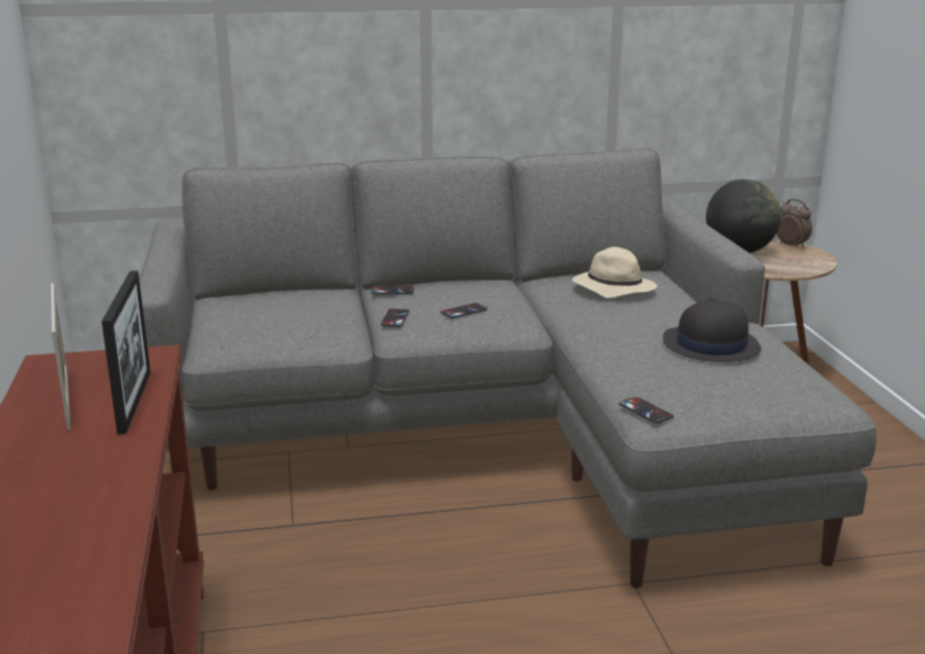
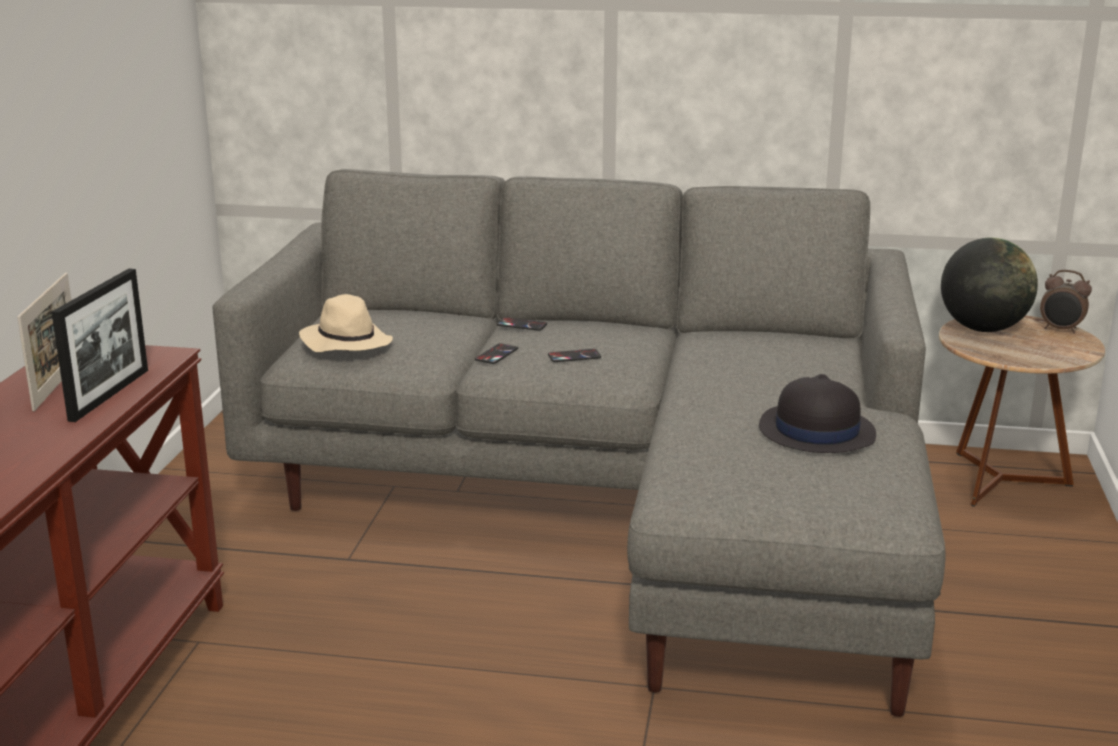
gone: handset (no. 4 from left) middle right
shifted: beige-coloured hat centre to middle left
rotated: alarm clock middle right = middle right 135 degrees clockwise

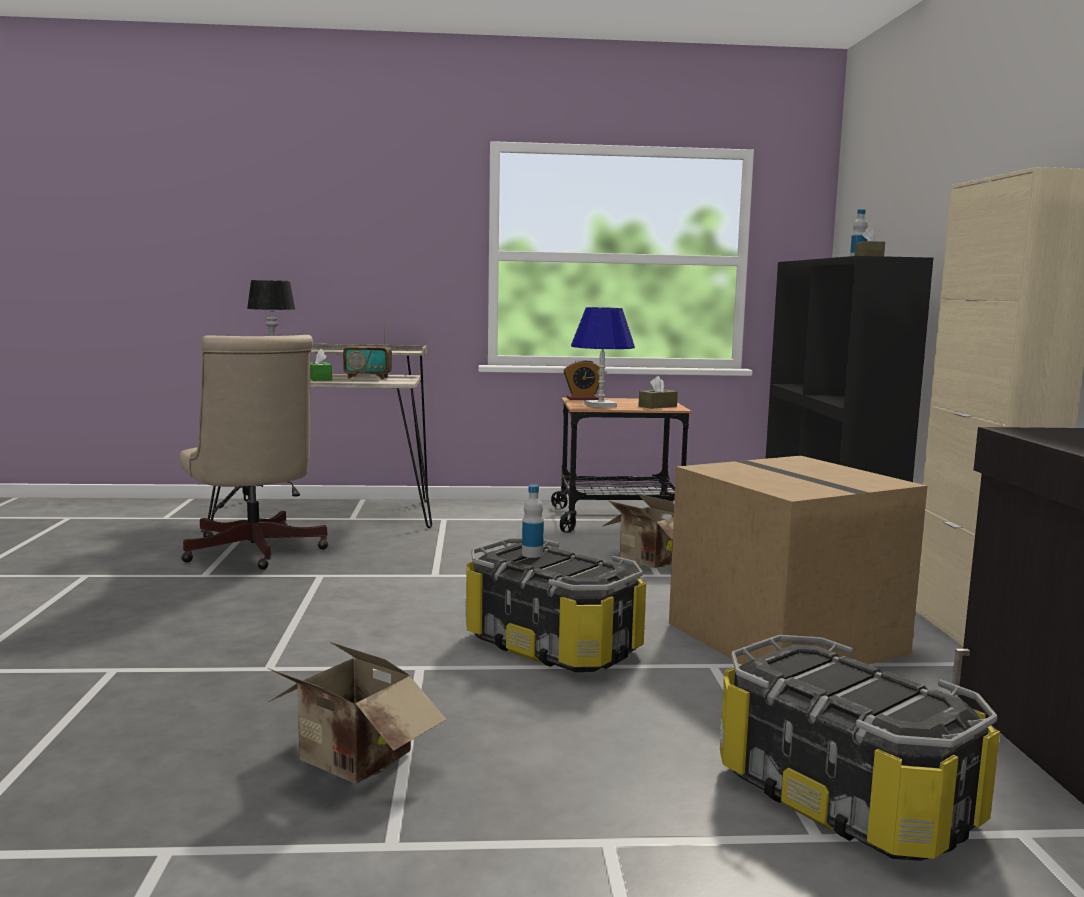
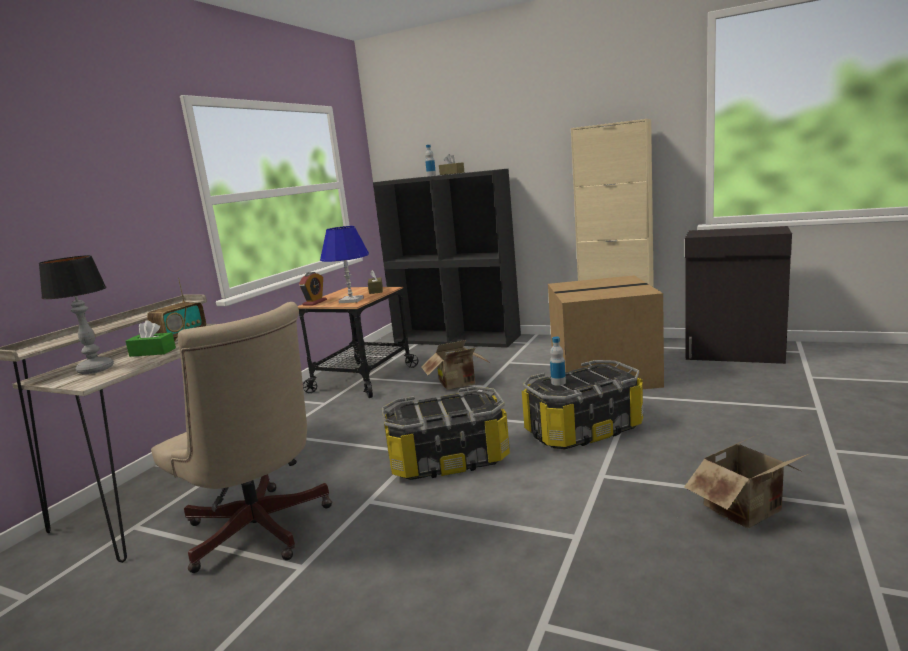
shifted: storage bin (no. 2 from left in the first image) bottom right to storage bin (no. 1 from left) centre
rotated: beige-coloured office chair middle left = bottom left 45 degrees clockwise

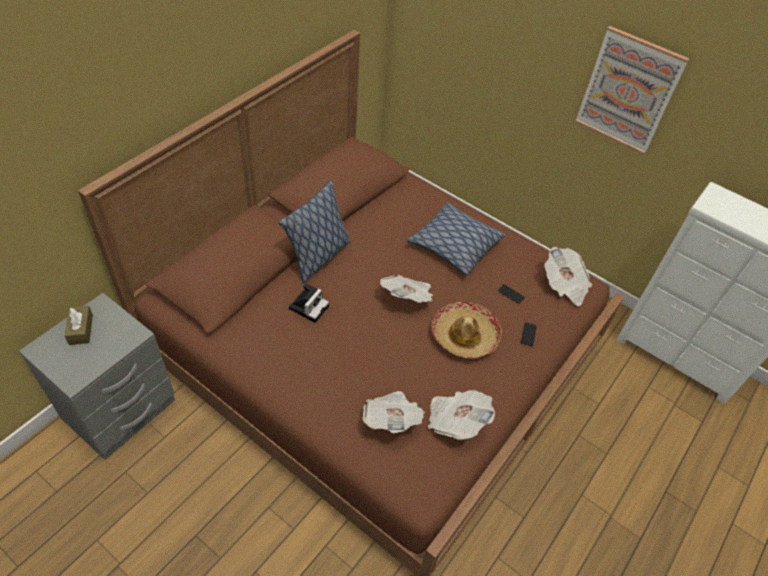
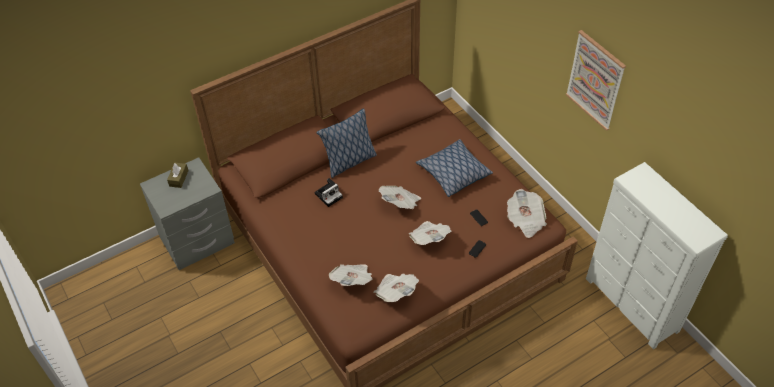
swapped: hat centre to printed paper (no. 4 from left) centre

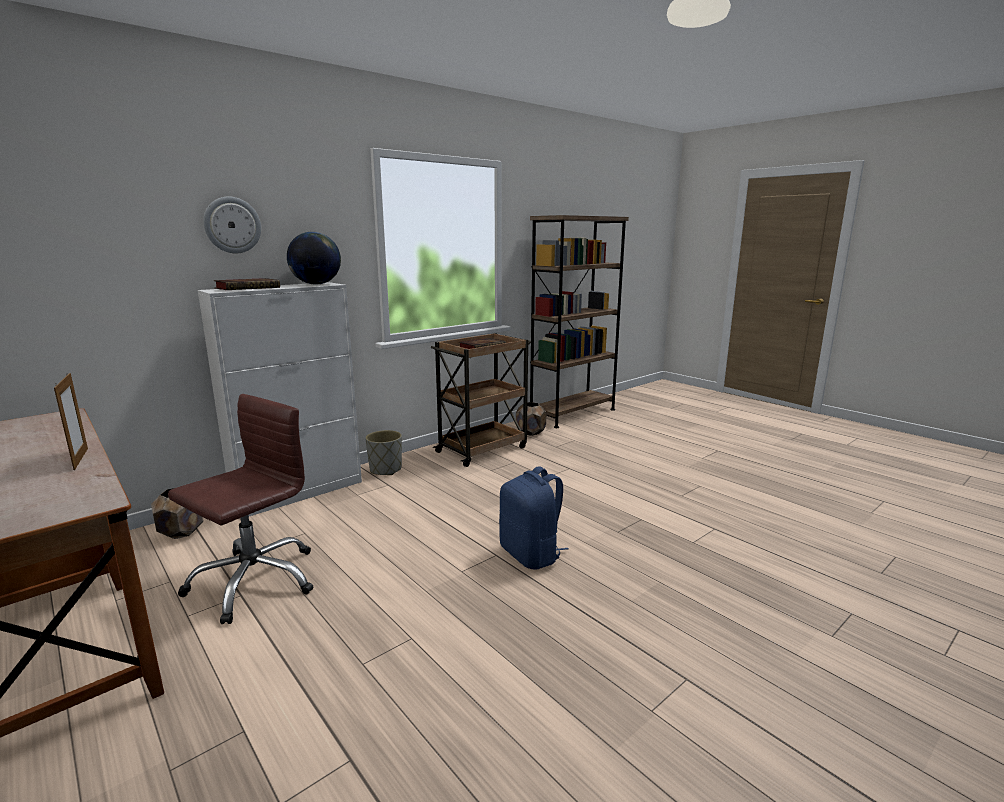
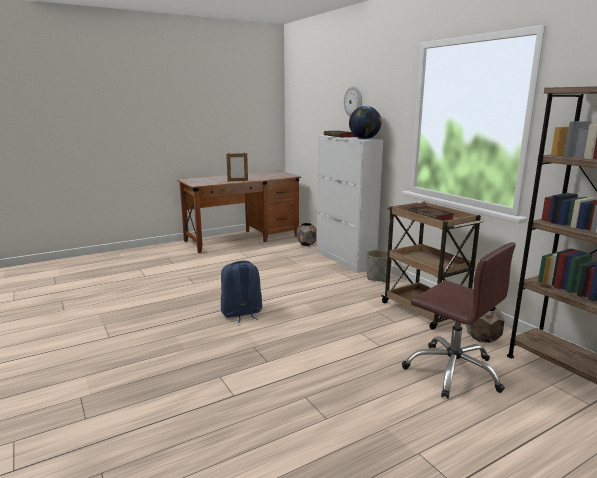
shifted: brownish office chair middle left to bottom right

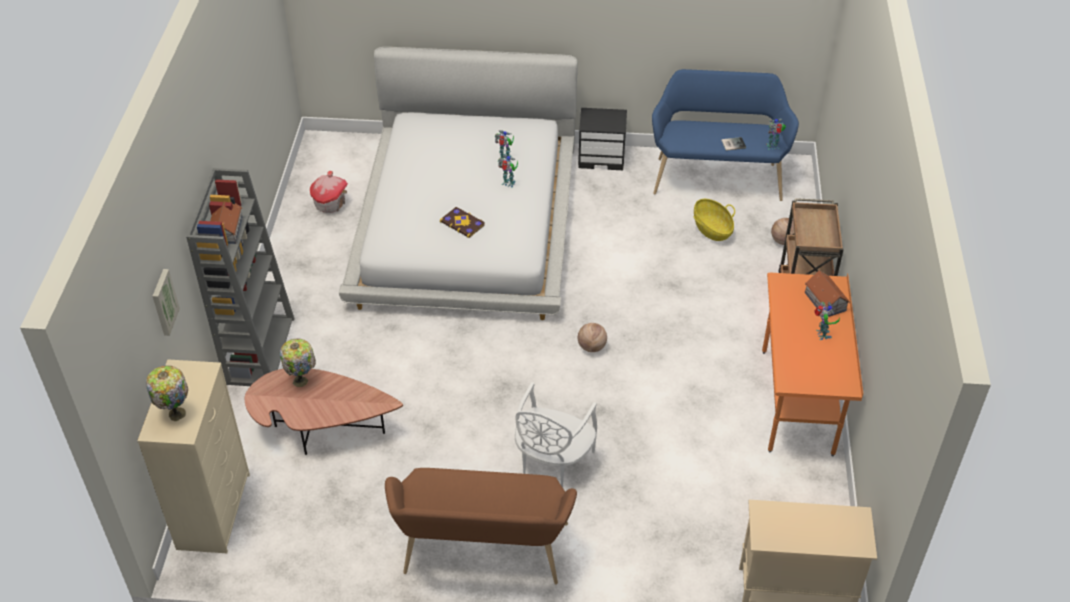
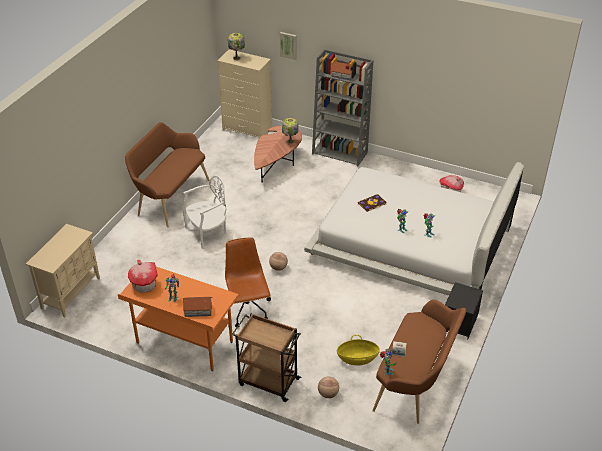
new: toy house (no. 1 from left) middle left; brownish office chair centre
repainted: blue-coloured indoor bench top right to brownish indoor bench (no. 2 from left) bottom right
rotated: white upright chair bottom centre = centre 105 degrees clockwise

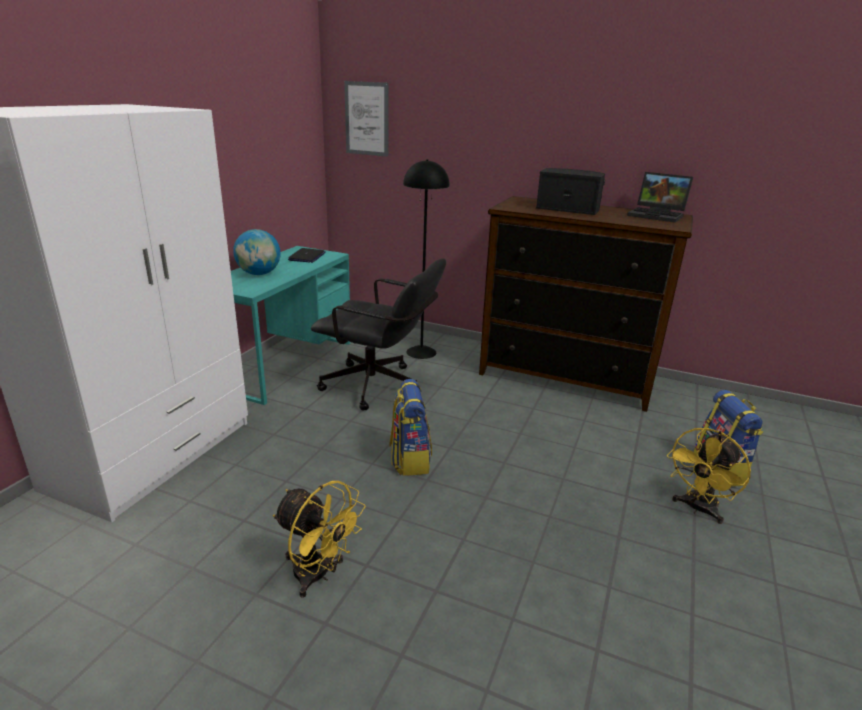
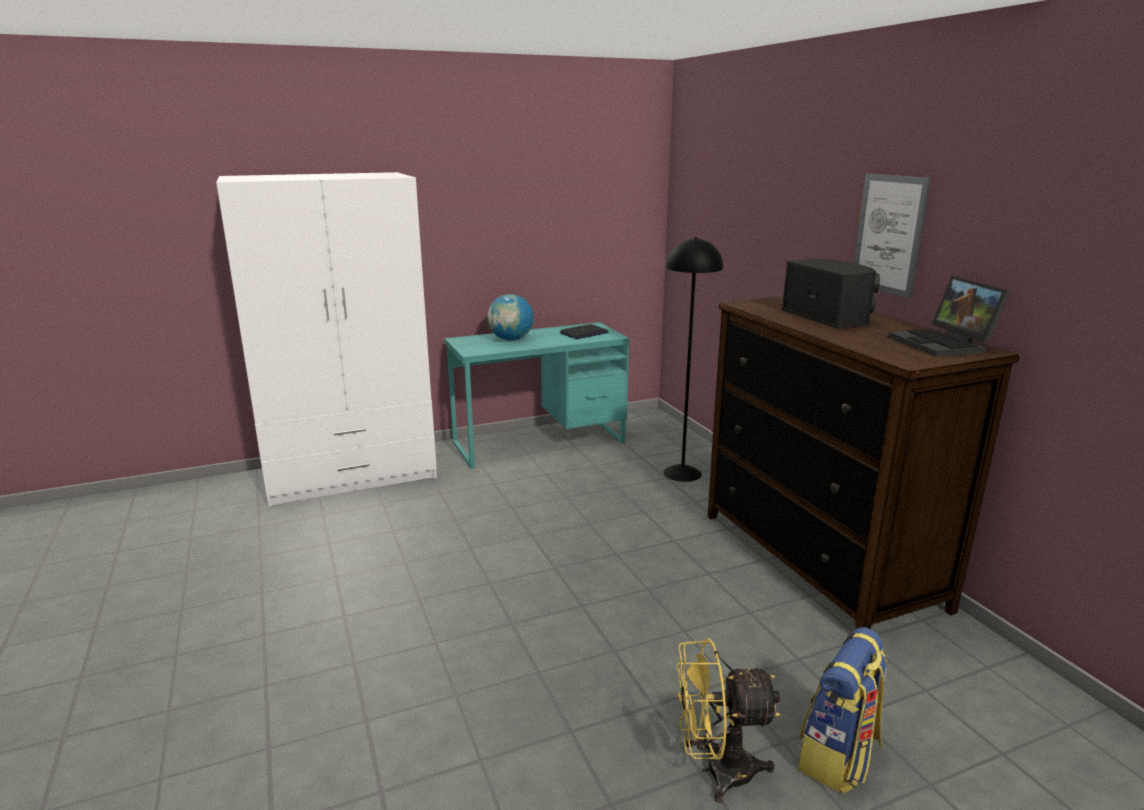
gone: yellow-coloured cooling fan (no. 1 from left) bottom centre; blackish office chair centre; backpack (no. 1 from left) centre
shifted: picture top centre to top right

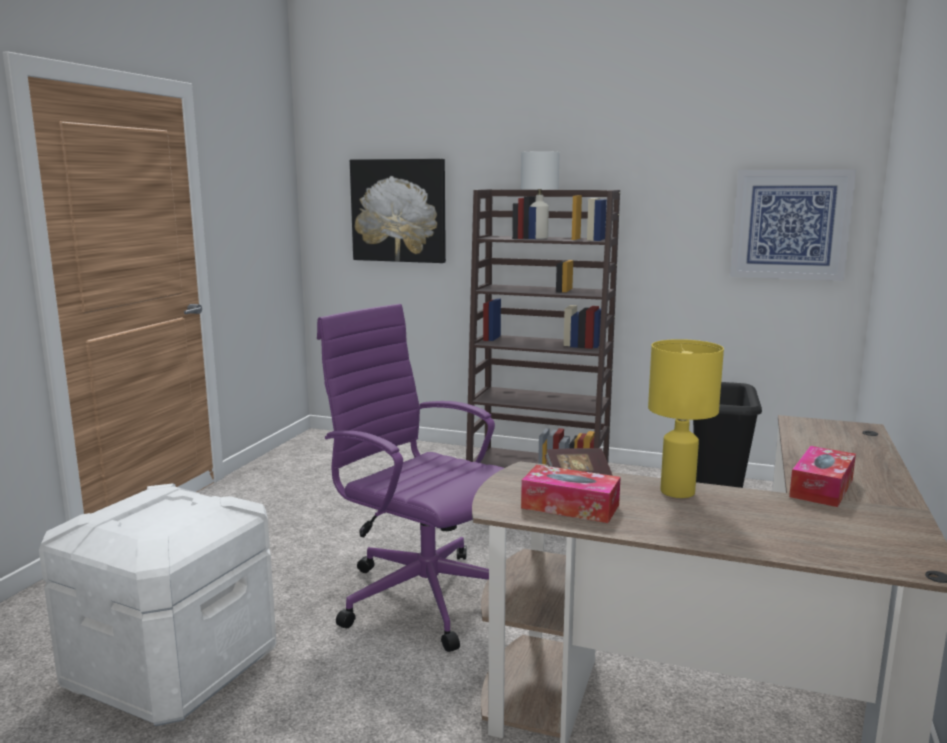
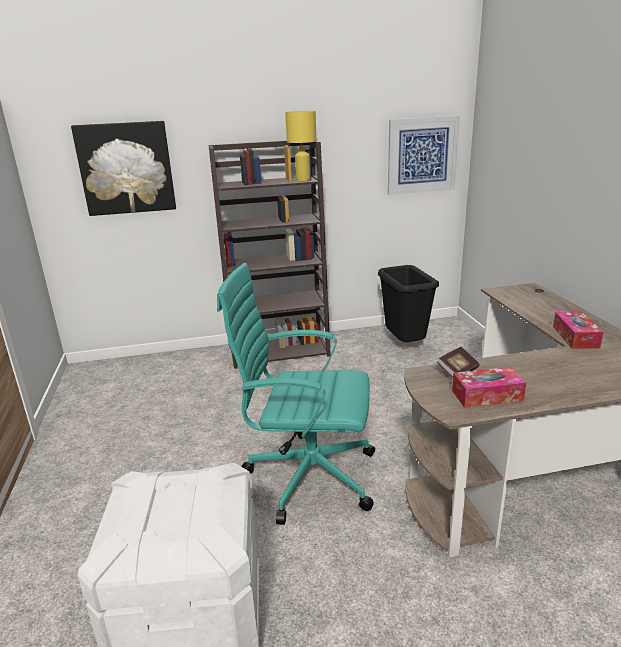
gone: white table lamp top centre
shifted: yellow-coloured table lamp middle right to top centre
repainted: purplish office chair centre to turquoise-coloured office chair centre

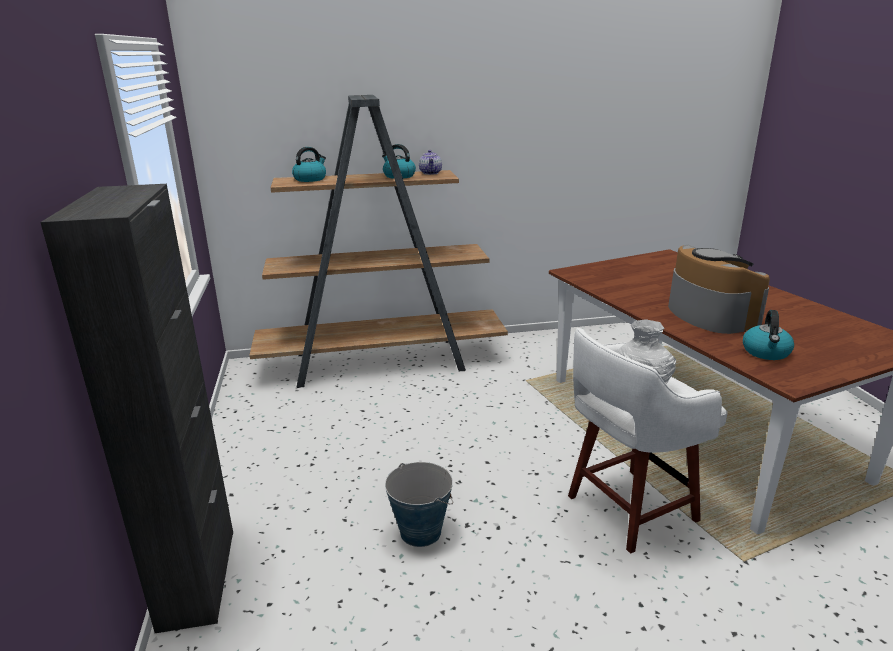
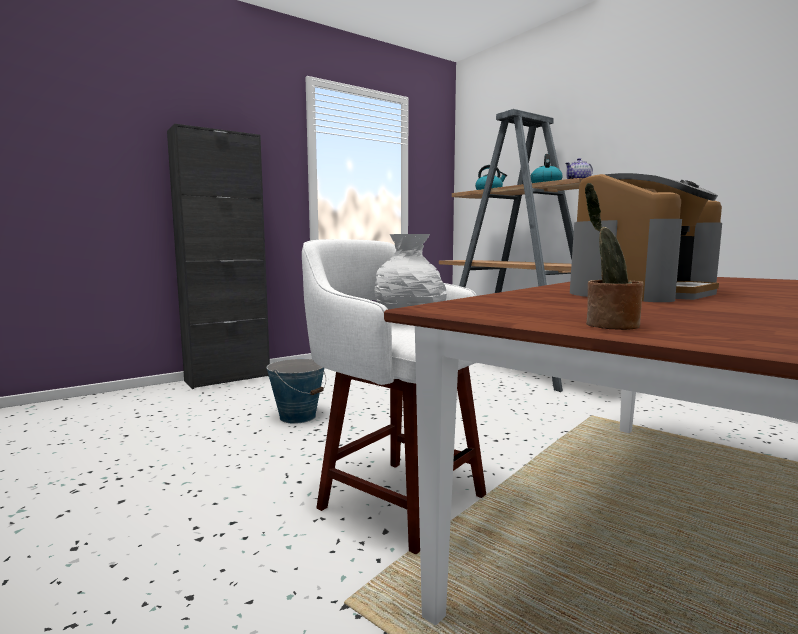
gone: kettle (no. 3 from left) middle right
new: potted plant middle right

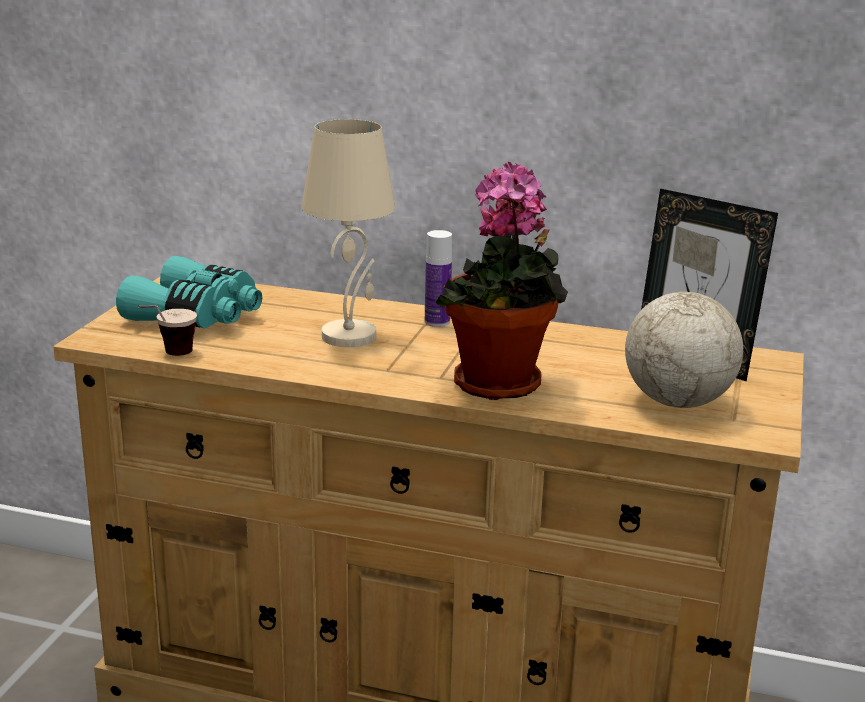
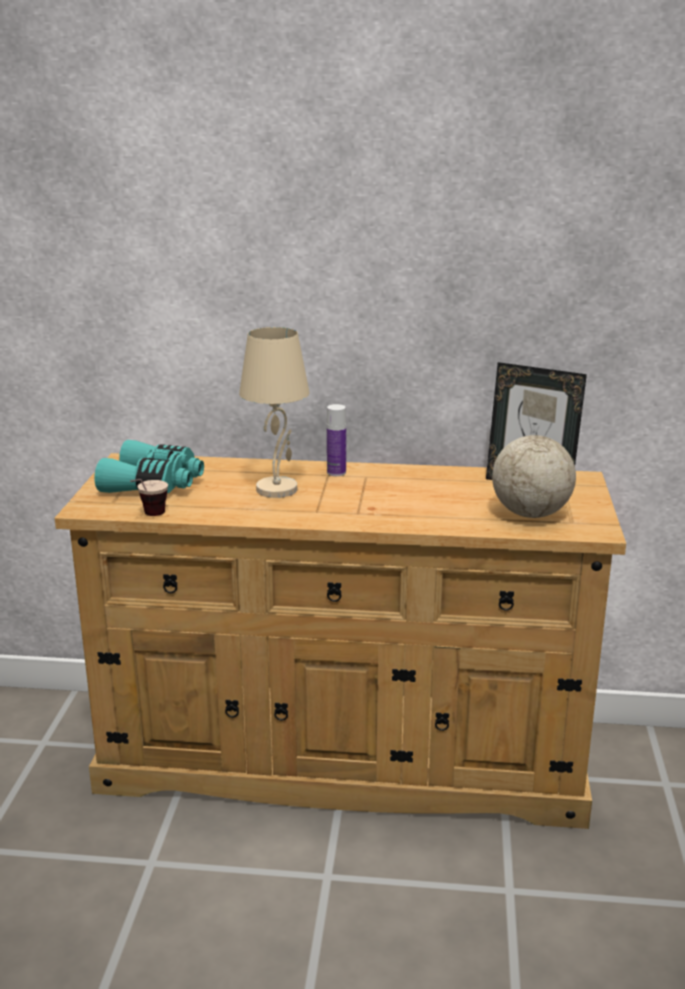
gone: potted plant centre

